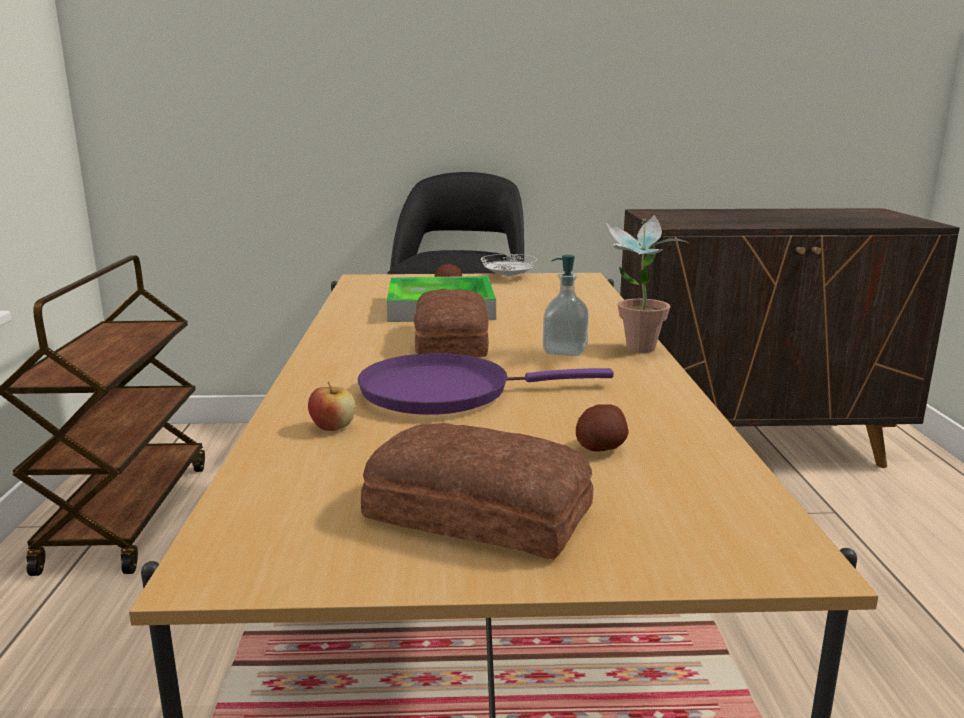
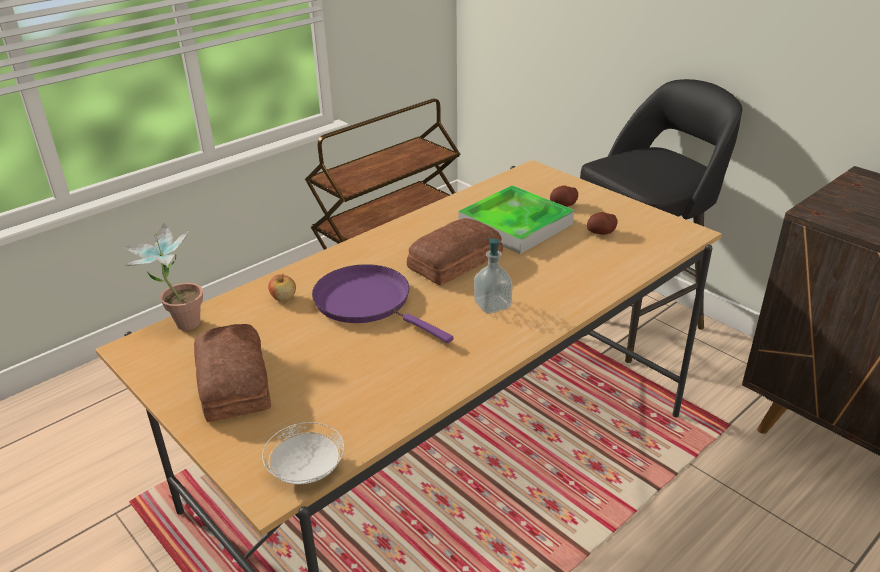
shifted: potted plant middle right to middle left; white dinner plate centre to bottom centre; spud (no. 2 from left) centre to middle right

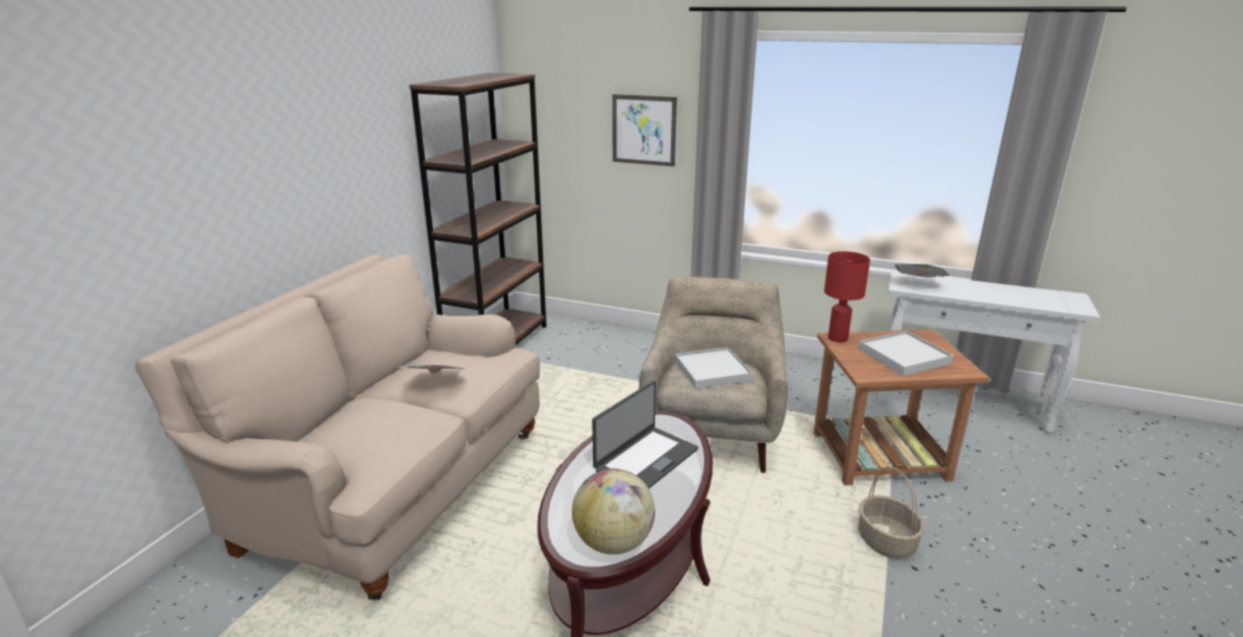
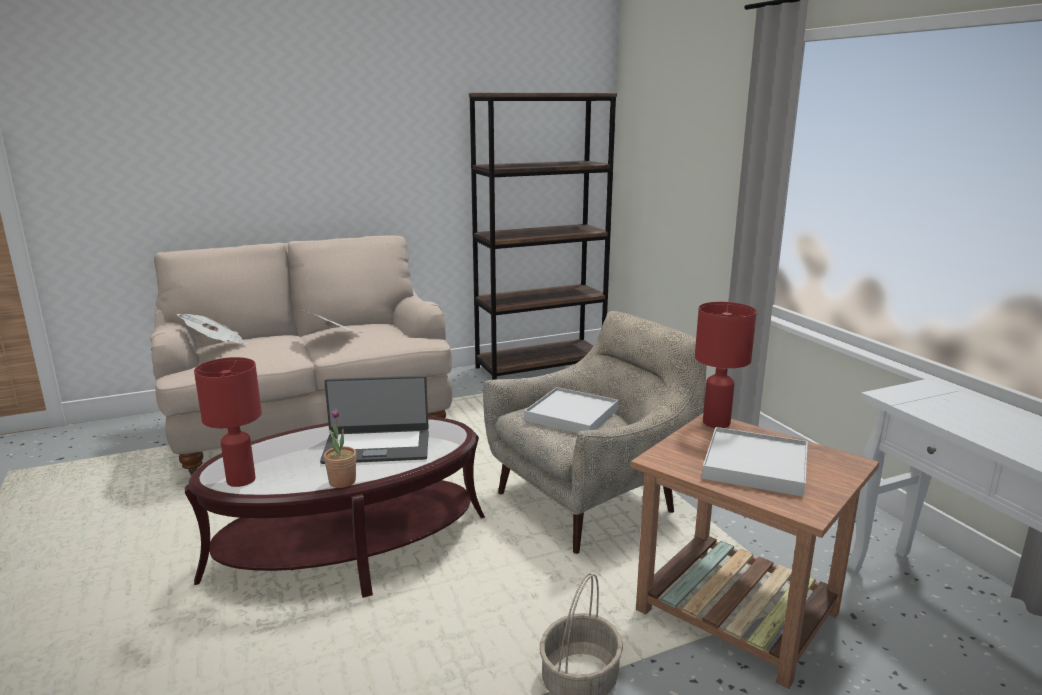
gone: picture top centre
new: potted plant middle left
shifted: printed paper (no. 2 from left in the first image) middle right to printed paper (no. 1 from left) middle left
swapped: globe bottom centre to red table lamp (no. 1 from left) middle left

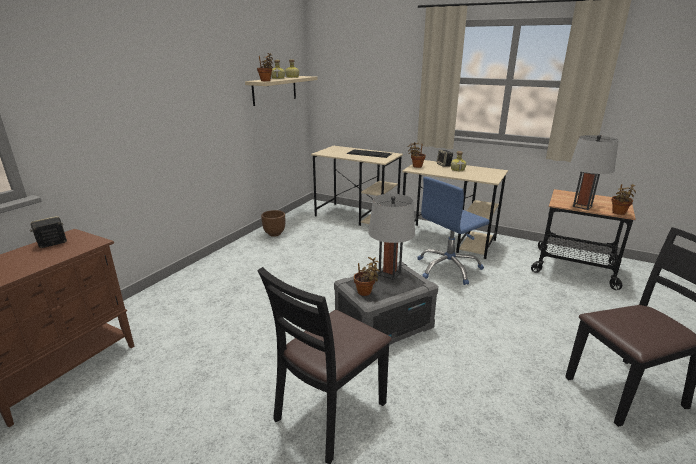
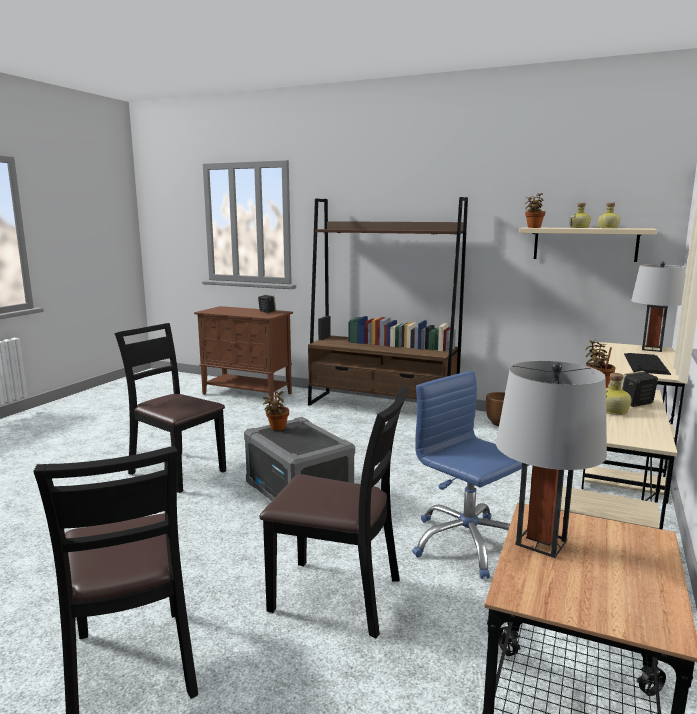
gone: potted plant (no. 4 from left) middle right
new: blackish upright chair (no. 3 from left) bottom centre; brownish bookshelf centre
shifted: greyish table lamp (no. 1 from left in the first image) centre to greyish table lamp (no. 2 from left) middle right

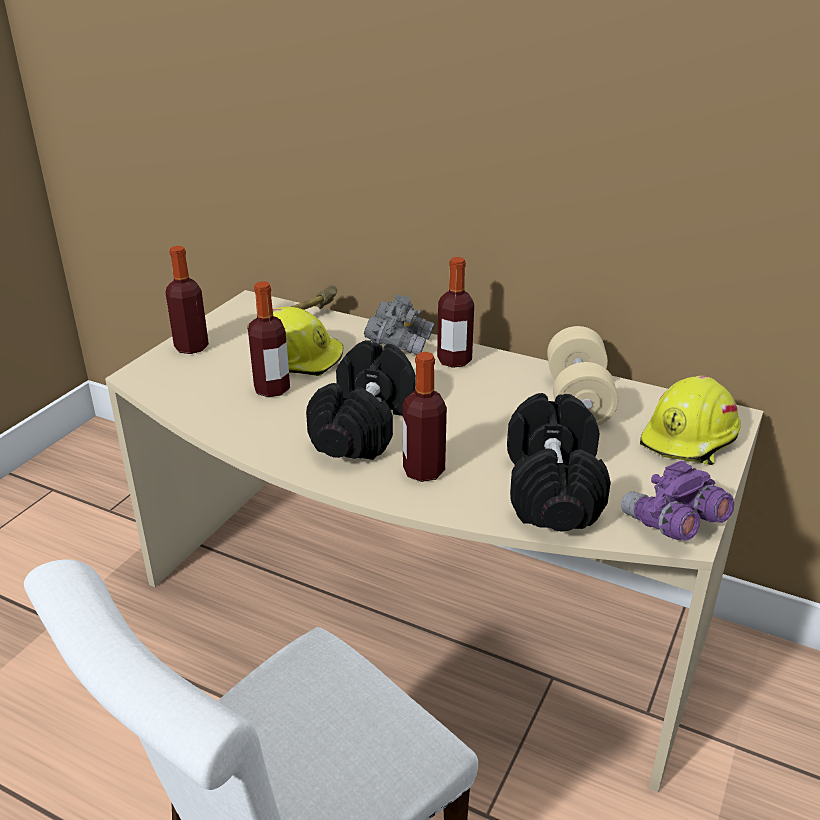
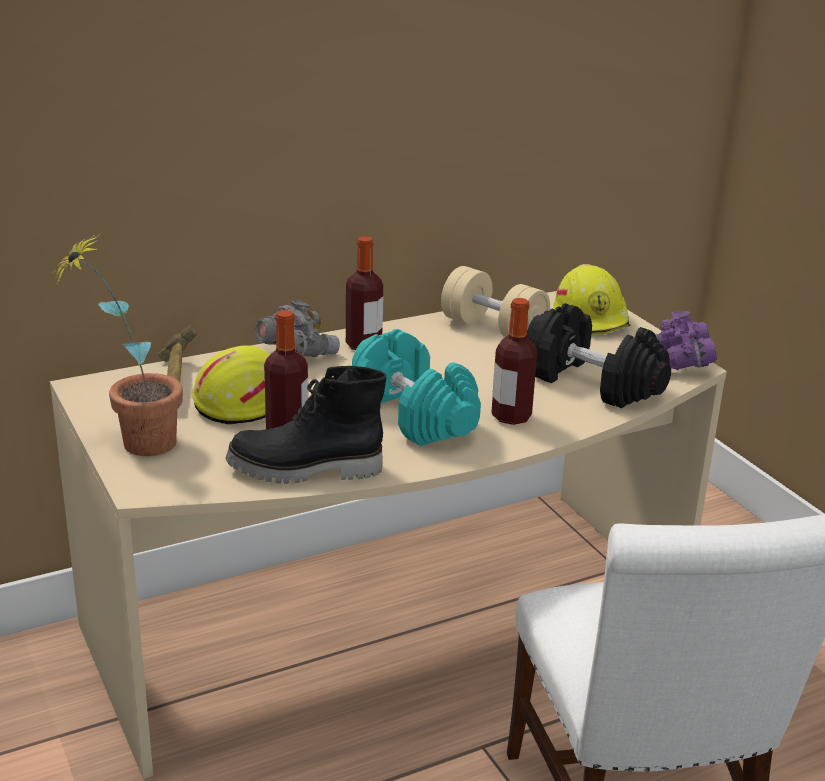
new: blackish high-top boot centre
swapped: beverage bottle (no. 1 from left) middle left to potted plant middle left
repainted: blackish hand weight (no. 1 from left) centre to turquoise-coloured hand weight centre

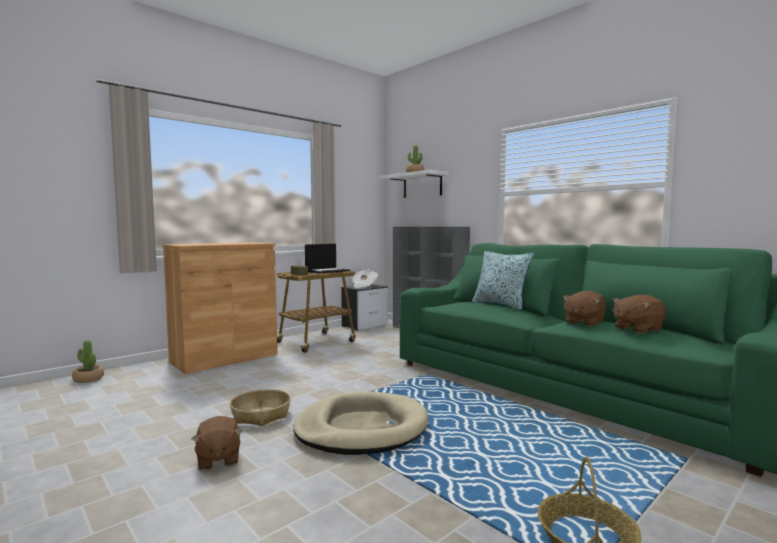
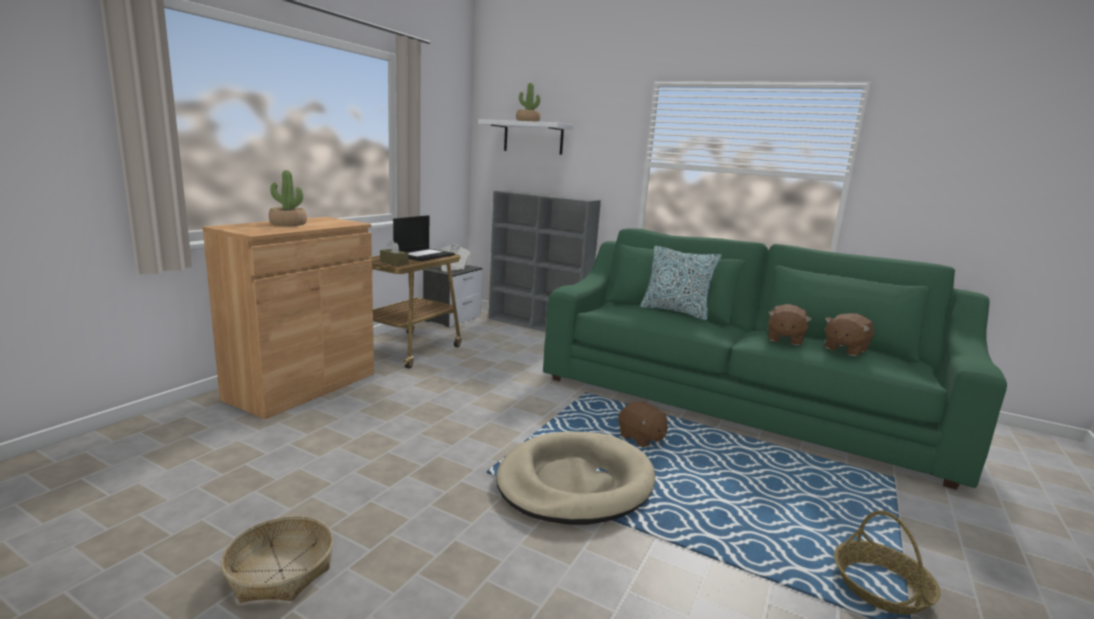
shifted: household basket (no. 1 from left) bottom centre to bottom left; potted plant (no. 1 from left) middle left to top left; brownish cuddly toy (no. 1 from left) bottom left to bottom centre

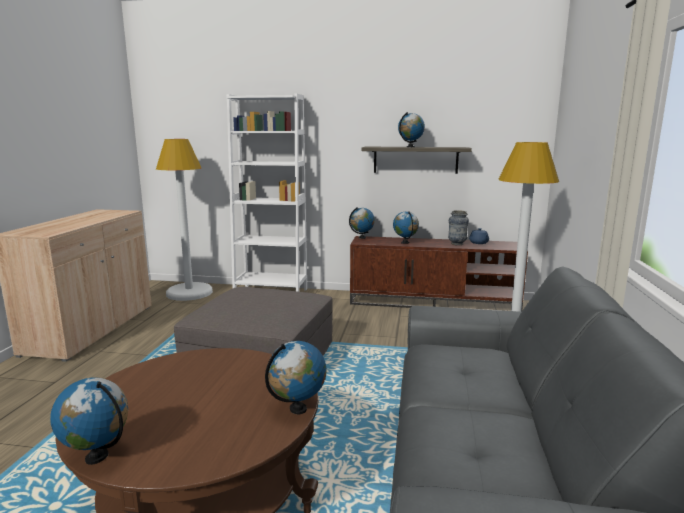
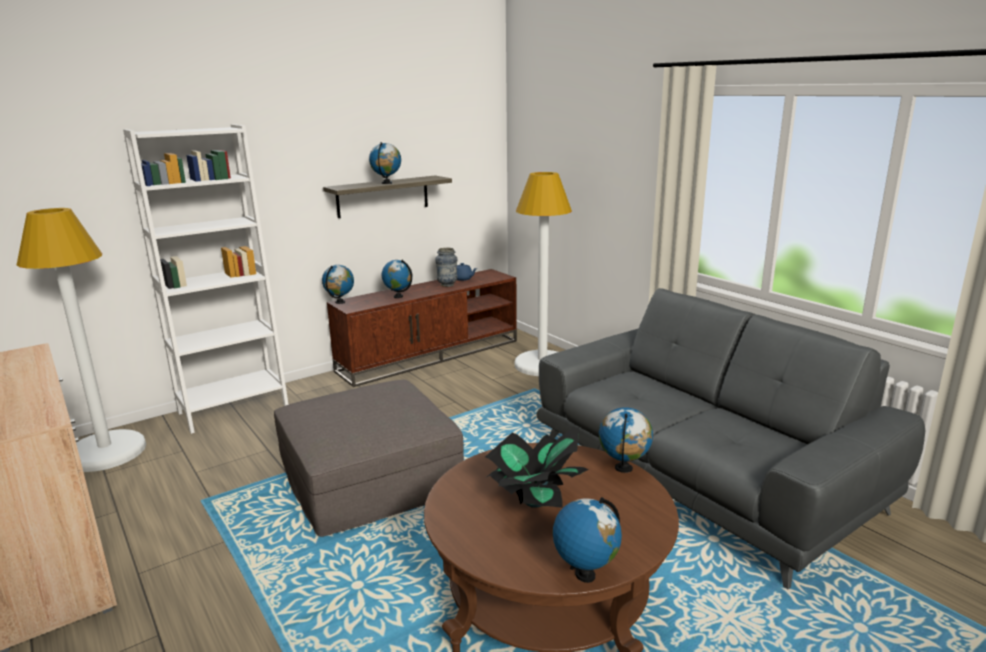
new: potted plant bottom centre

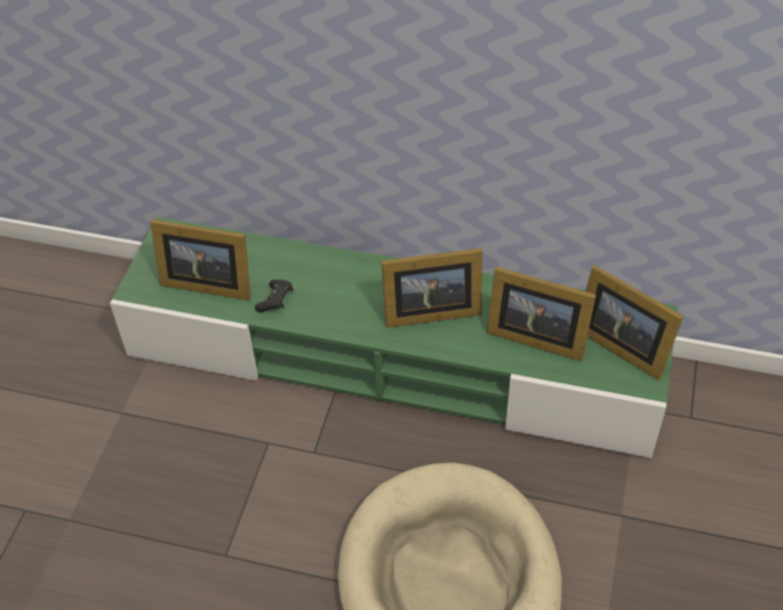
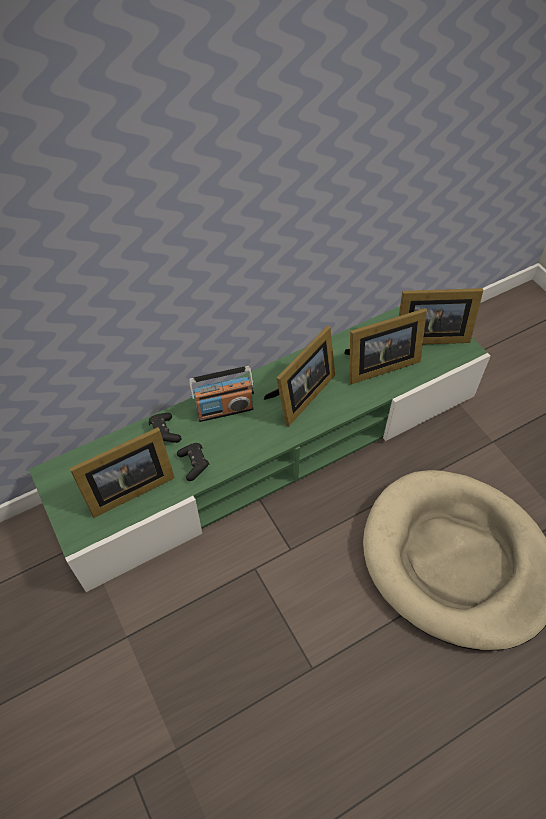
new: blackish game controller (no. 1 from left) middle left; radio receiver centre

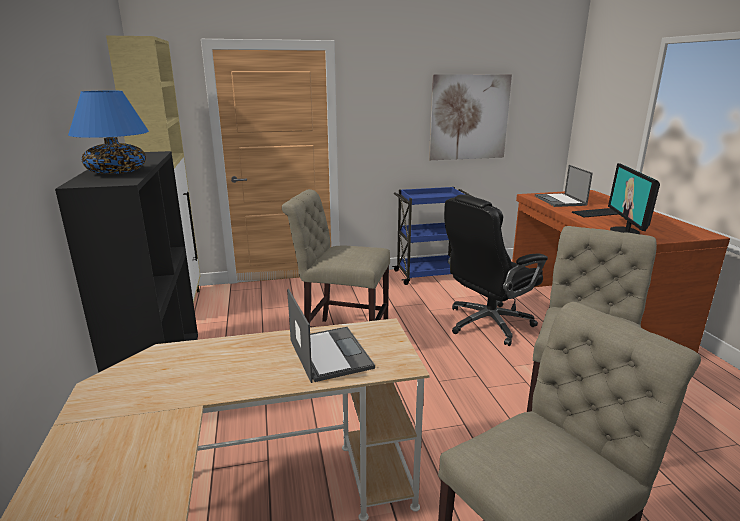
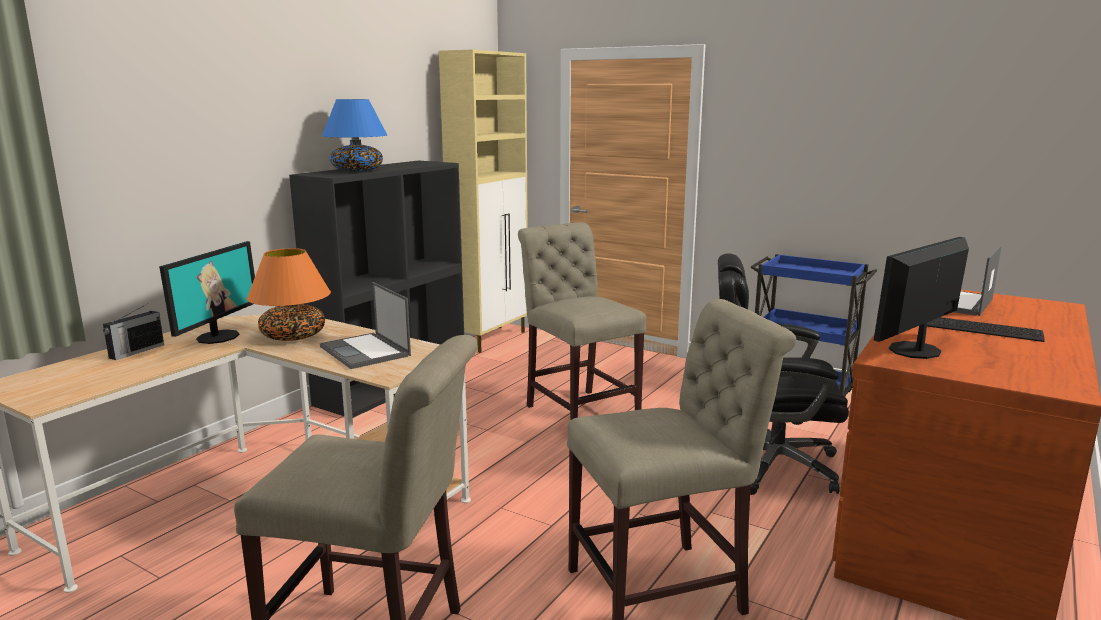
gone: picture top centre
new: radio receiver middle left; monitor (no. 1 from left) middle left; orange-coloured table lamp middle left
rotated: notebook computer (no. 1 from left) centre = middle left 120 degrees clockwise

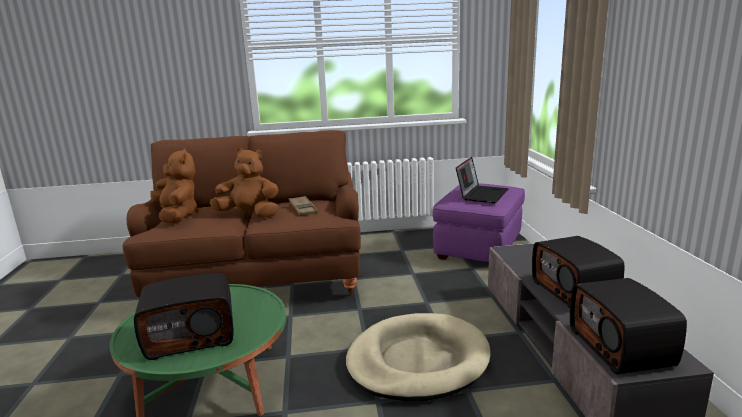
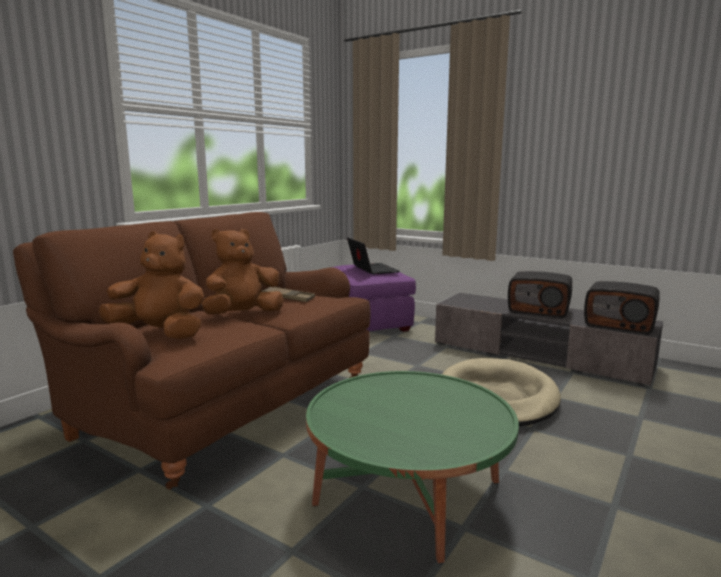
gone: radio receiver (no. 1 from left) bottom left

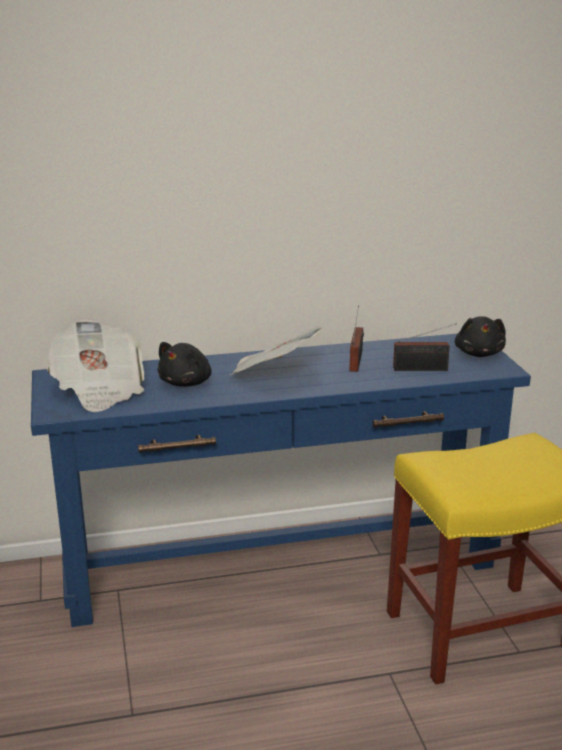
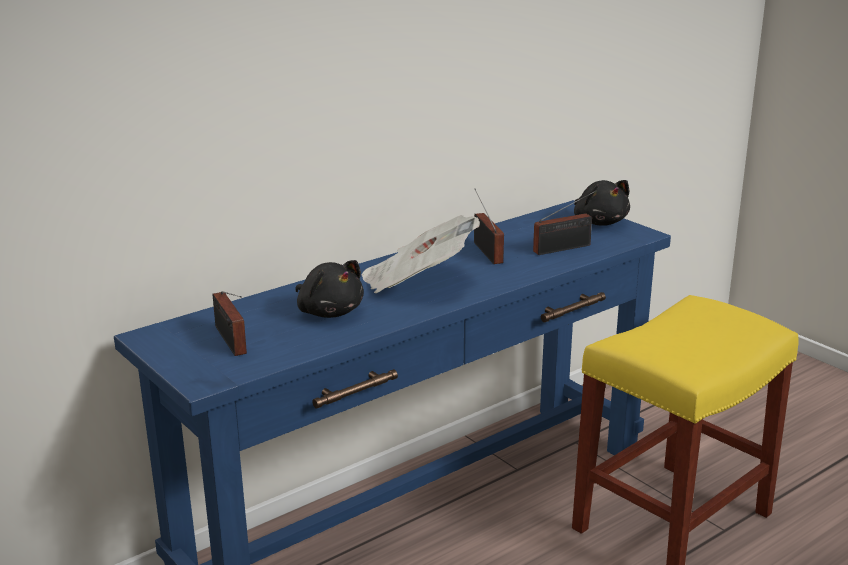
swapped: printed paper (no. 1 from left) middle left to radio receiver (no. 1 from left) middle left
rotated: blackish cuddly toy (no. 1 from left) middle left = centre 45 degrees counterclockwise

